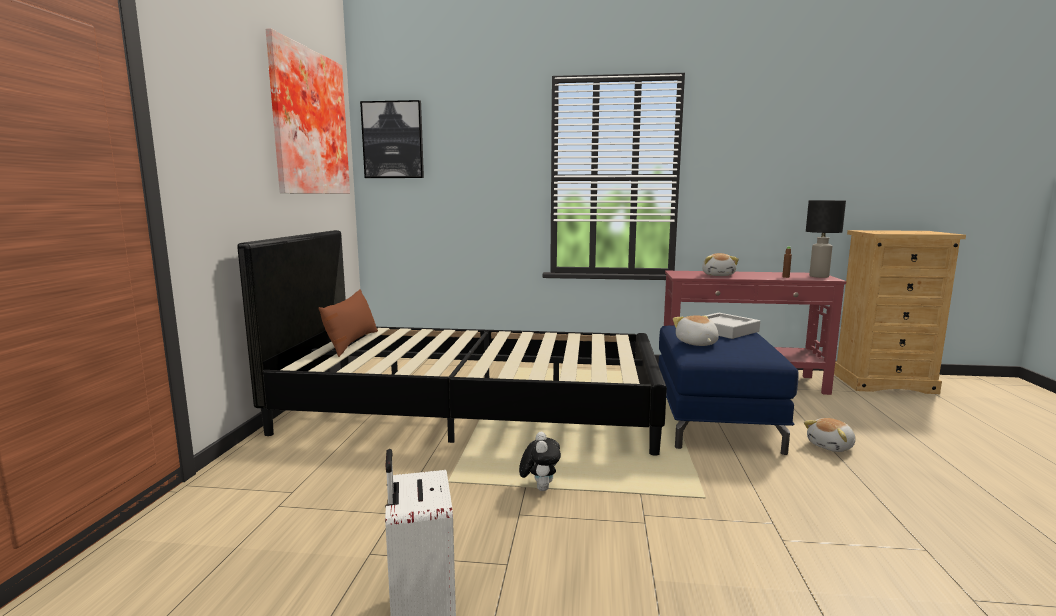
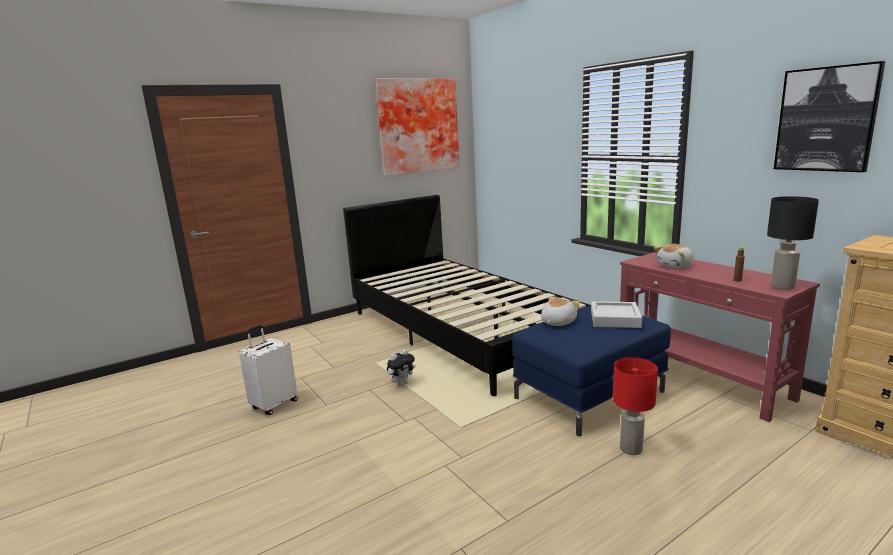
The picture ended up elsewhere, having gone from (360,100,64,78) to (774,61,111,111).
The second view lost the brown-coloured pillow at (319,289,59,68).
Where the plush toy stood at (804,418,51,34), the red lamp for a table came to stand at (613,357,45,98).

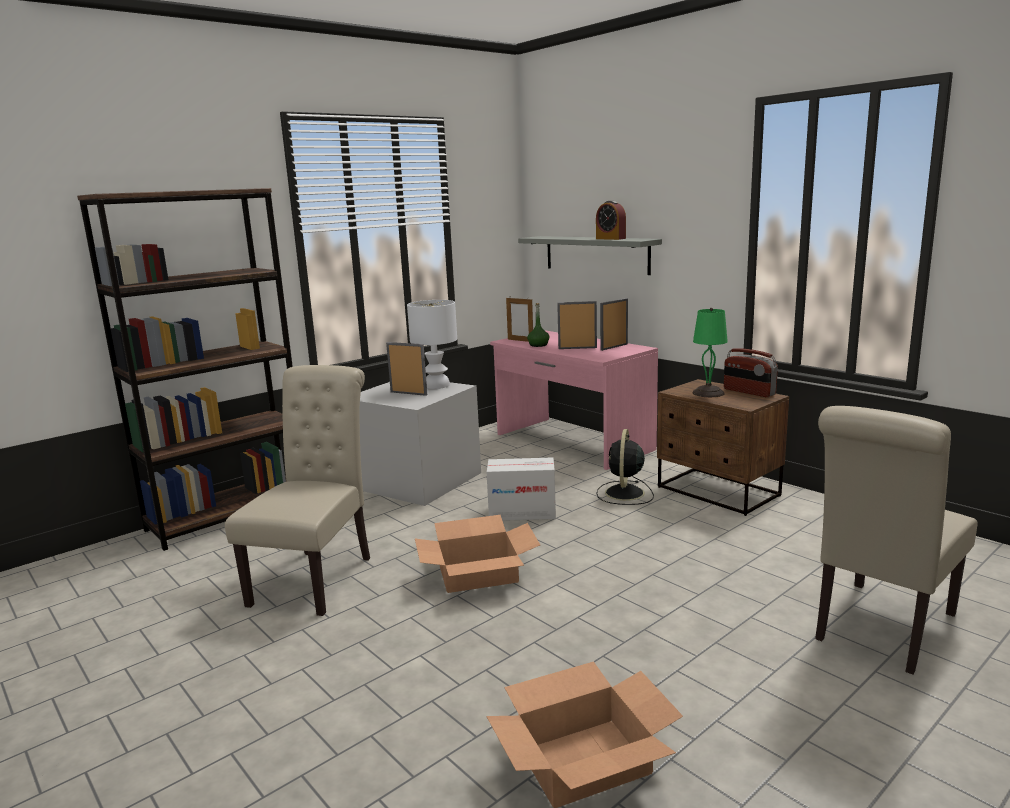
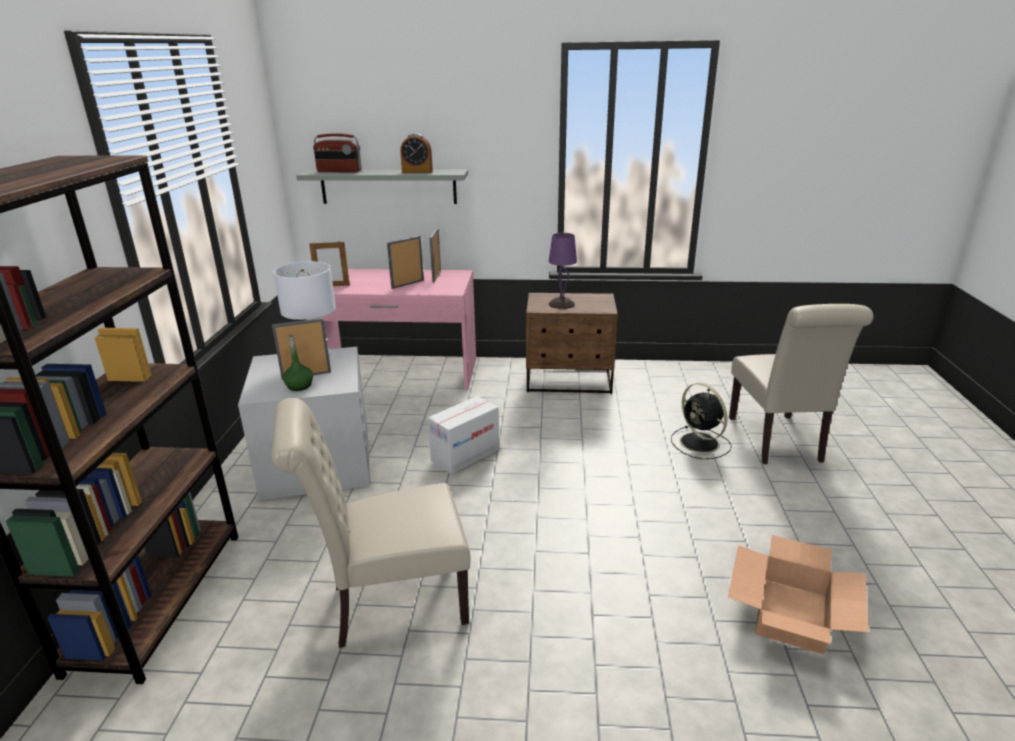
The green-coloured bottle ended up elsewhere, having gone from (527,303,22,44) to (283,334,30,57).
What was the green-coloured lamp for a table at (692,308,36,89) turned into the purple-coloured lamp for a table at (549,233,28,76).
The radio receiver ended up elsewhere, having gone from (724,348,54,49) to (313,133,49,39).
The beige upright chair at (225,365,145,251) ended up facing another way, 75 degrees counterclockwise from before.
The blackish fan ended up elsewhere, having gone from (596,429,58,76) to (671,383,61,76).
The second view lost the carton at (415,515,125,78).

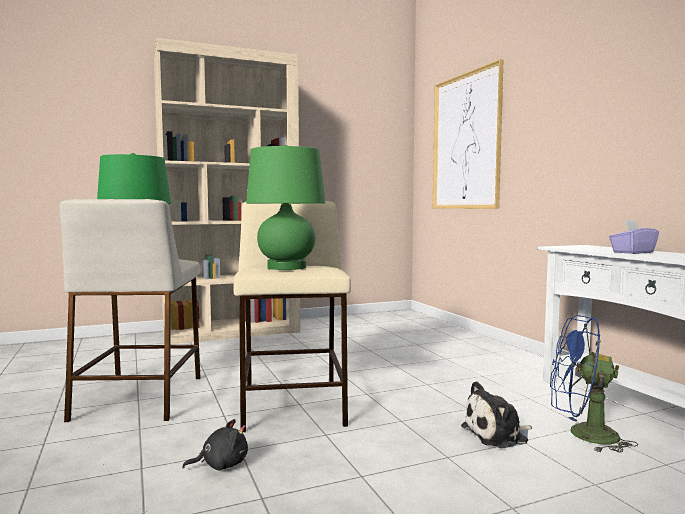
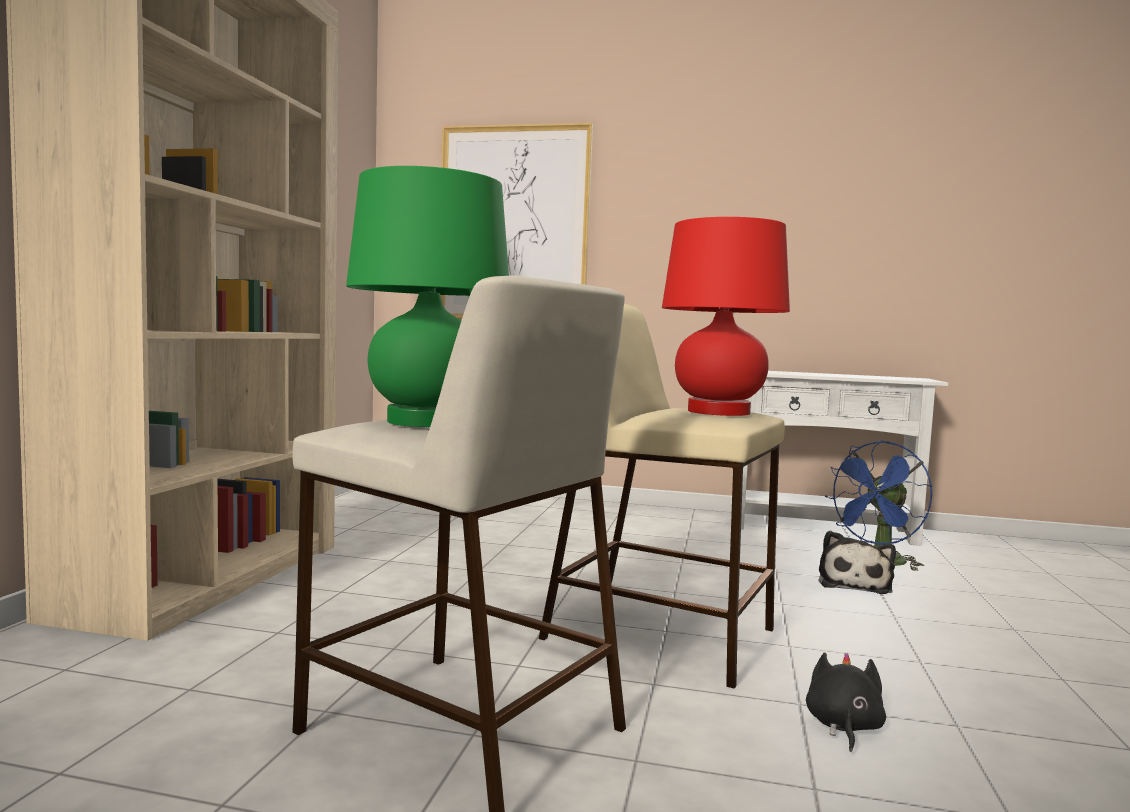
What was the green-coloured lamp for a table at (246,145,80,125) turned into the red lamp for a table at (662,217,128,199).
The second view lost the purple-coloured box of tissues at (609,220,50,34).

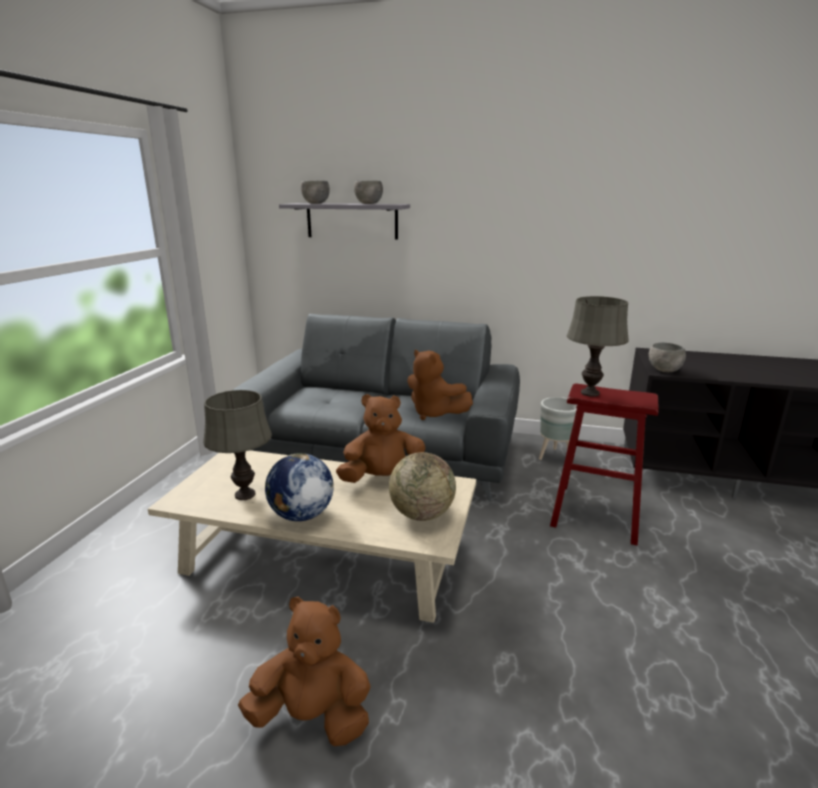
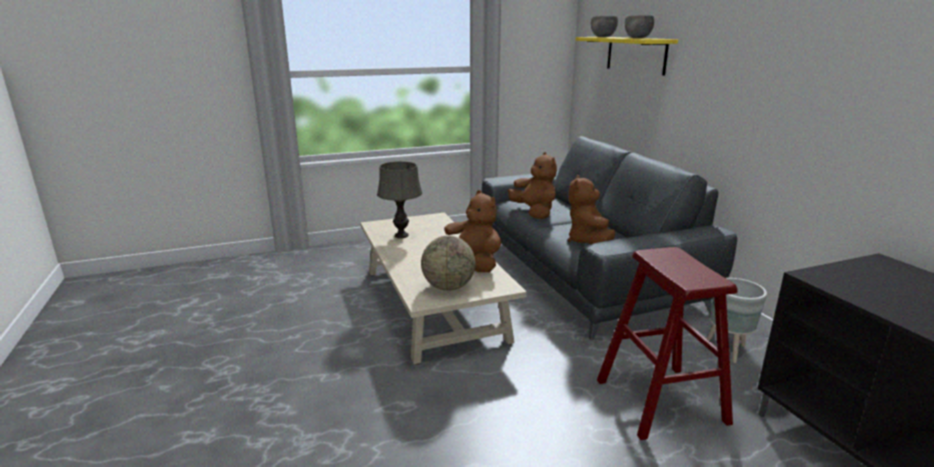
What was the grey shelf at (279,203,131,36) turned into the yellow shelf at (576,37,102,38).
The second view lost the grey lamp for a table at (567,296,62,101).
The second view lost the grey serving bowl at (649,343,37,29).
The second view lost the desk globe at (265,453,69,68).
The brown-coloured plush toy ended up elsewhere, having gone from (238,597,133,149) to (508,152,49,67).

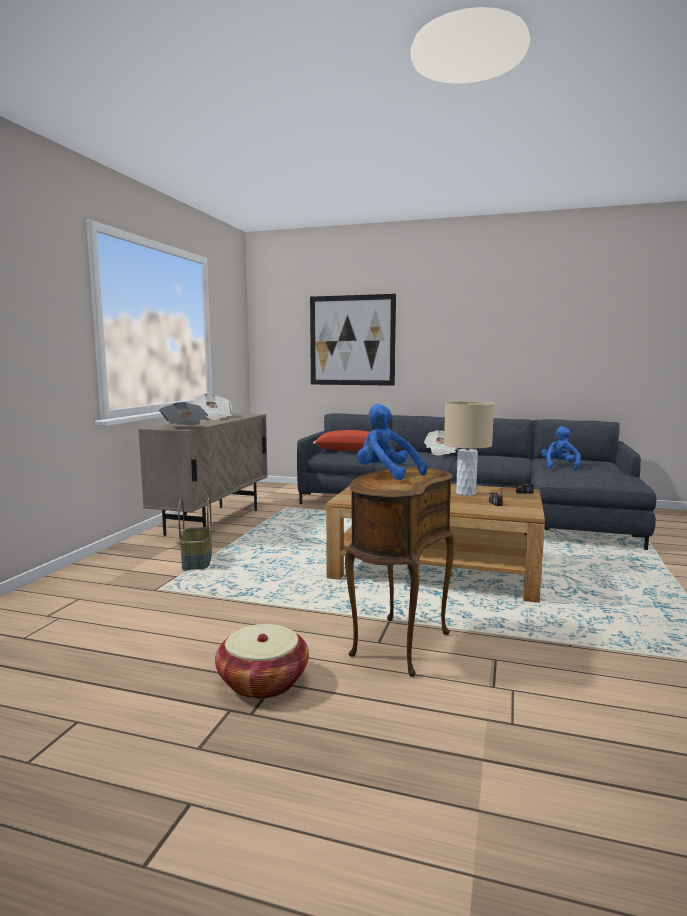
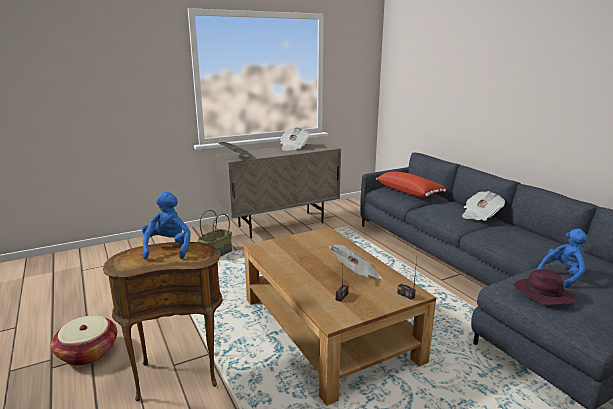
The second view lost the picture at (310,294,86,92).
Where the beige lamp for a table stood at (444,401,50,95), the newspaper came to stand at (329,245,53,34).
The second view gained the purple-coloured wearable hat at (514,269,62,36).

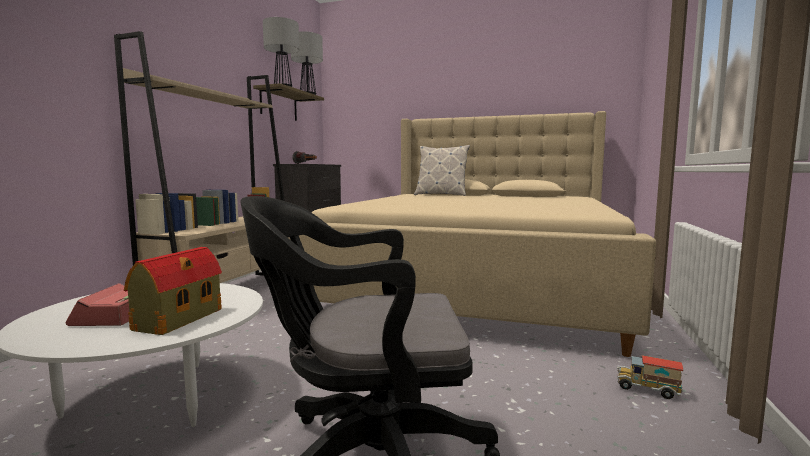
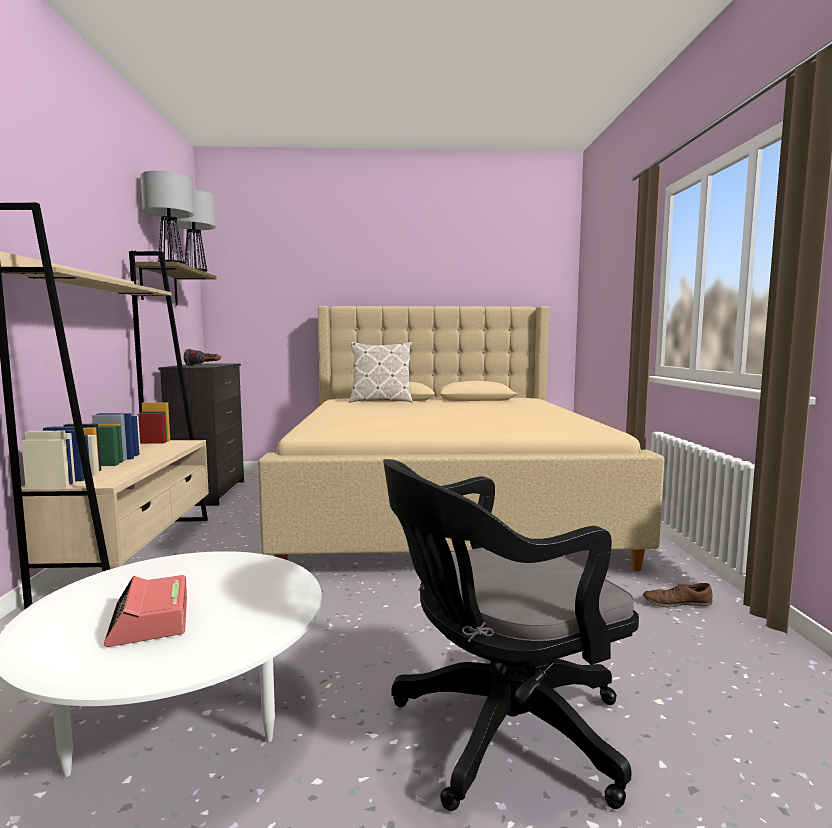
The second view lost the miniature house at (124,247,98,88).
Where the toy lorry stood at (617,355,66,44), the brown-coloured item of footwear came to stand at (643,583,70,24).

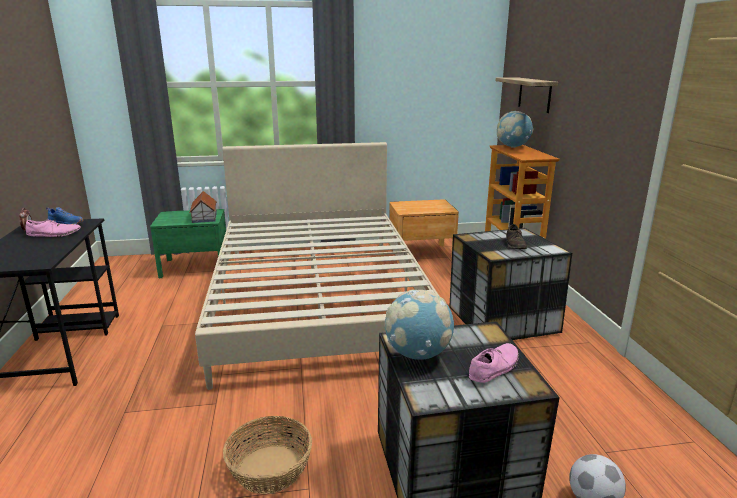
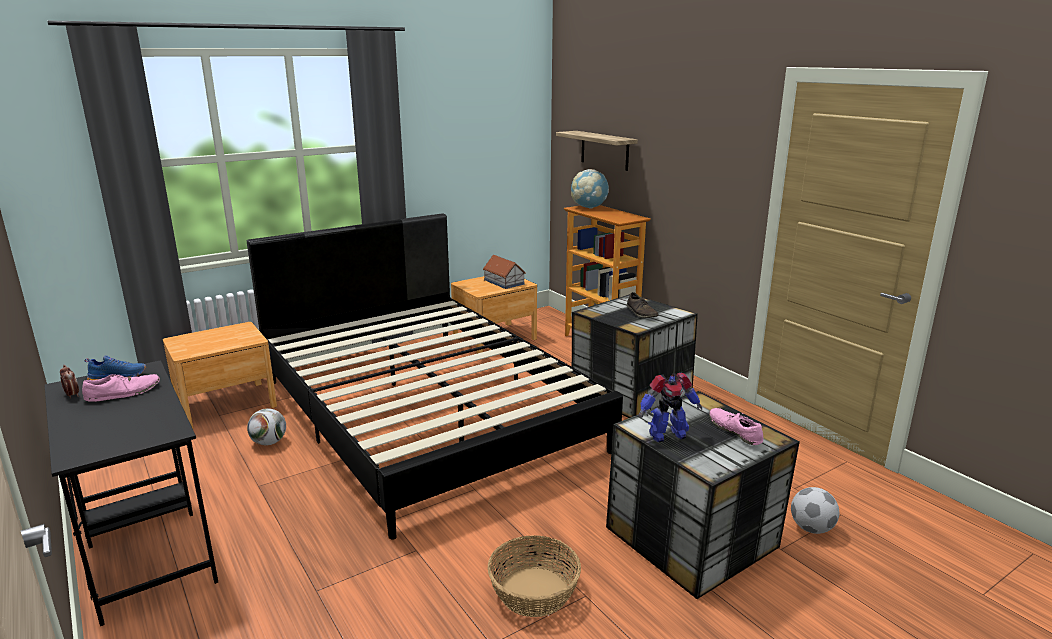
What was the beige bedroom bed at (195,142,244,248) turned into the blackish bedroom bed at (247,213,376,327).
The miniature house ended up elsewhere, having gone from (189,191,28,32) to (483,255,43,34).
What was the green-coloured bedside table at (150,209,76,69) turned into the brown-coloured bedside table at (163,322,114,107).
Where the desk globe stood at (385,290,69,70), the model robot came to stand at (639,373,63,69).
The pink-coloured item of footwear at (469,343,50,40) ended up facing another way, 45 degrees counterclockwise from before.
The second view gained the football ball at (247,408,39,38).

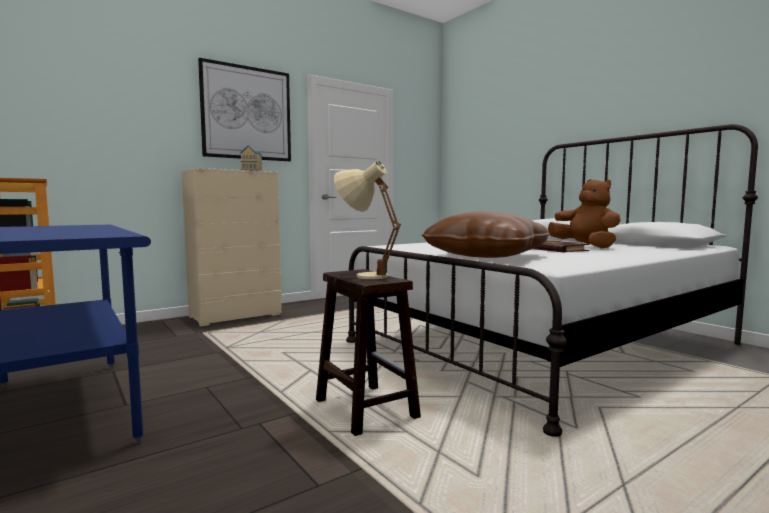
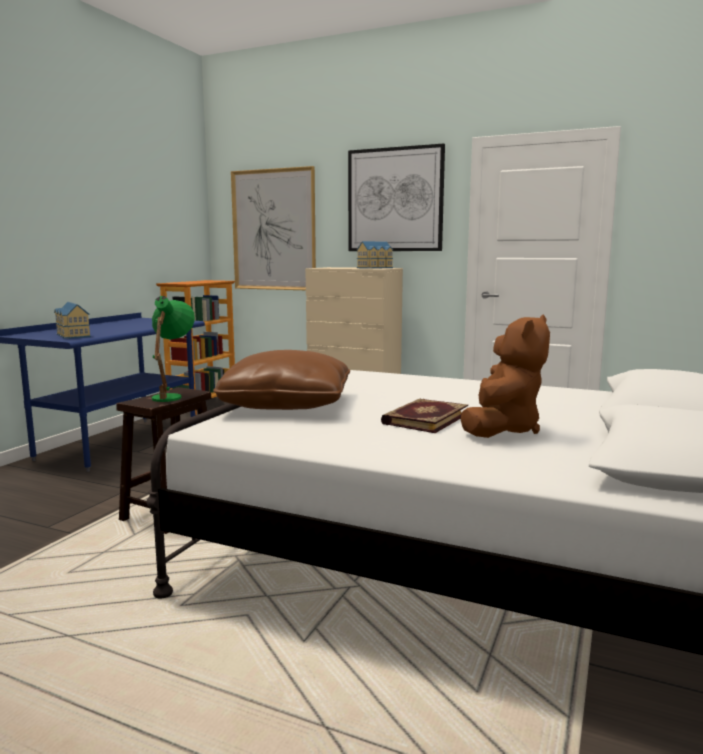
What was the beige lamp for a table at (334,161,67,118) turned into the green-coloured lamp for a table at (152,296,43,106).
The second view gained the picture at (231,166,85,124).
The second view gained the miniature house at (54,302,37,37).

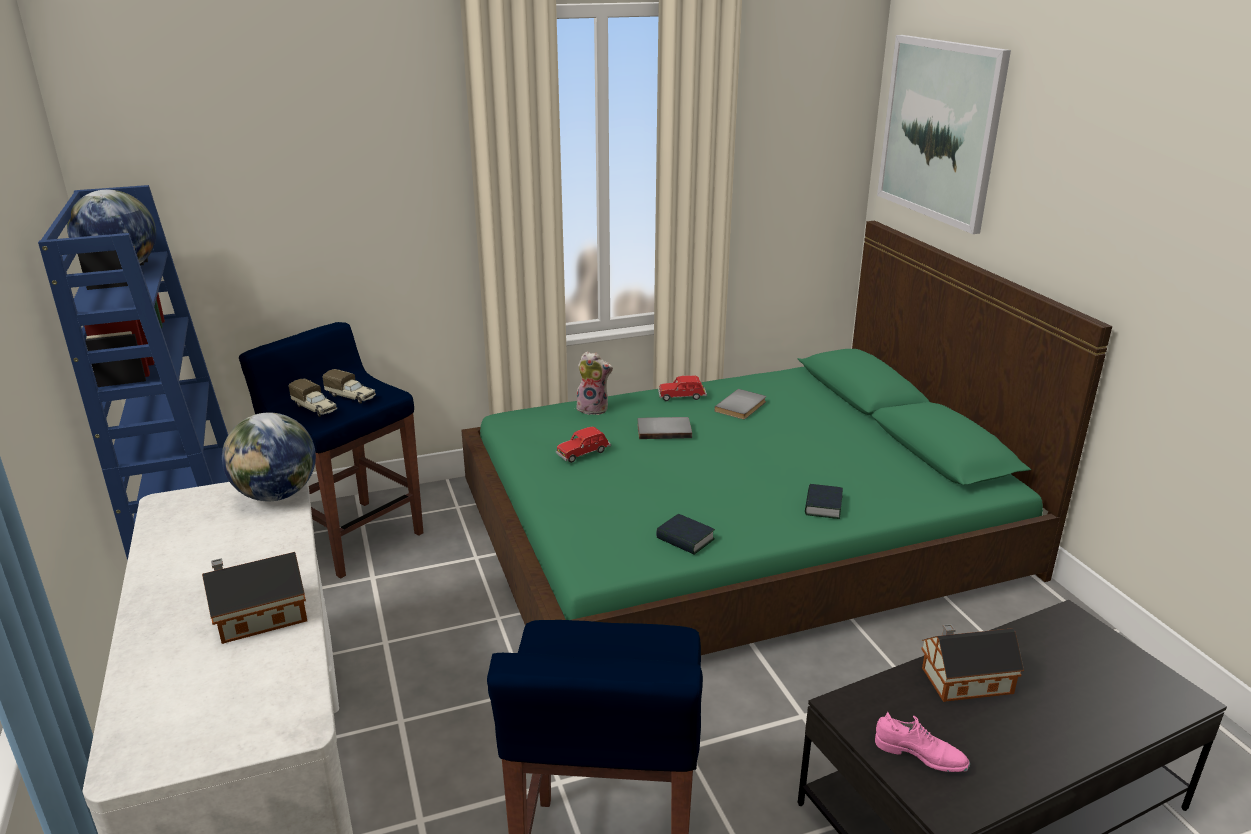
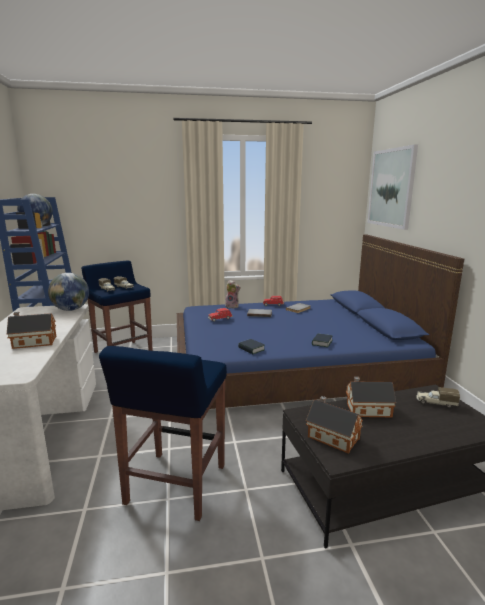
What was the green-coloured bedroom bed at (461,221,651,434) turned into the blue bedroom bed at (177,235,287,174).
Where the pink-coloured item of footwear stood at (875,712,95,60), the miniature house came to stand at (306,396,57,58).
The second view gained the toy lorry at (416,387,44,21).

